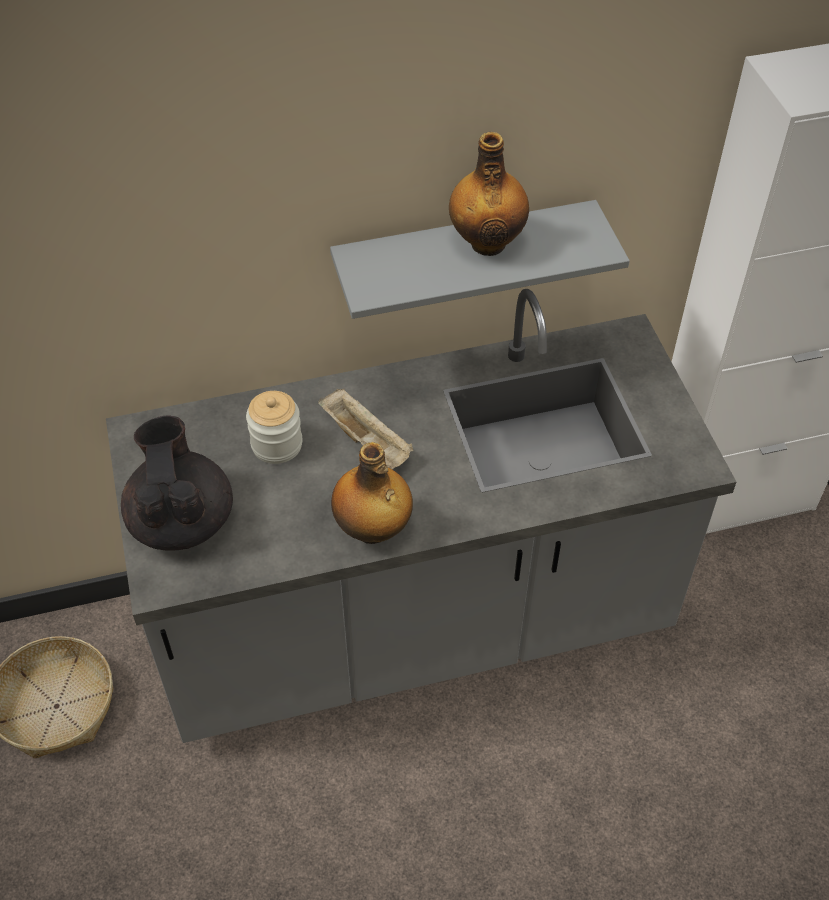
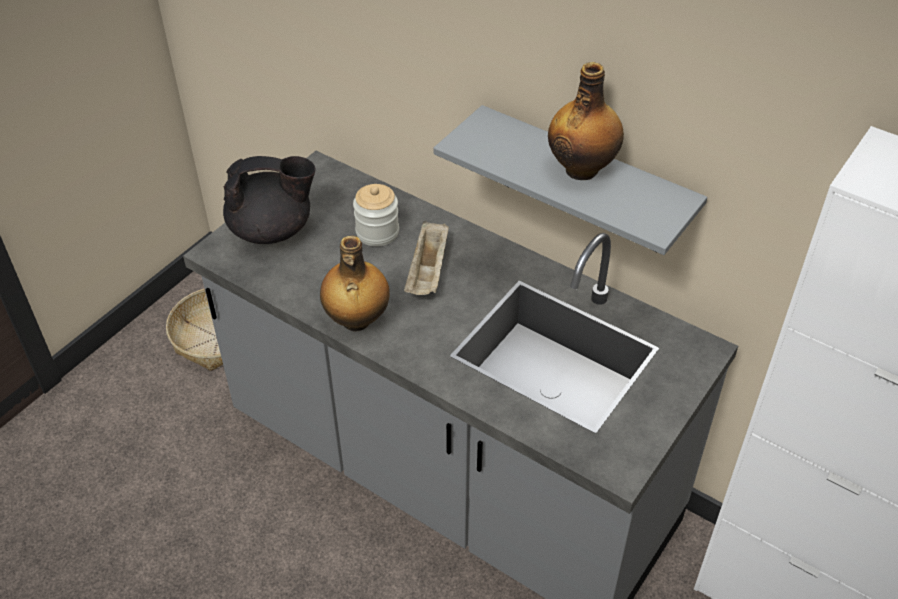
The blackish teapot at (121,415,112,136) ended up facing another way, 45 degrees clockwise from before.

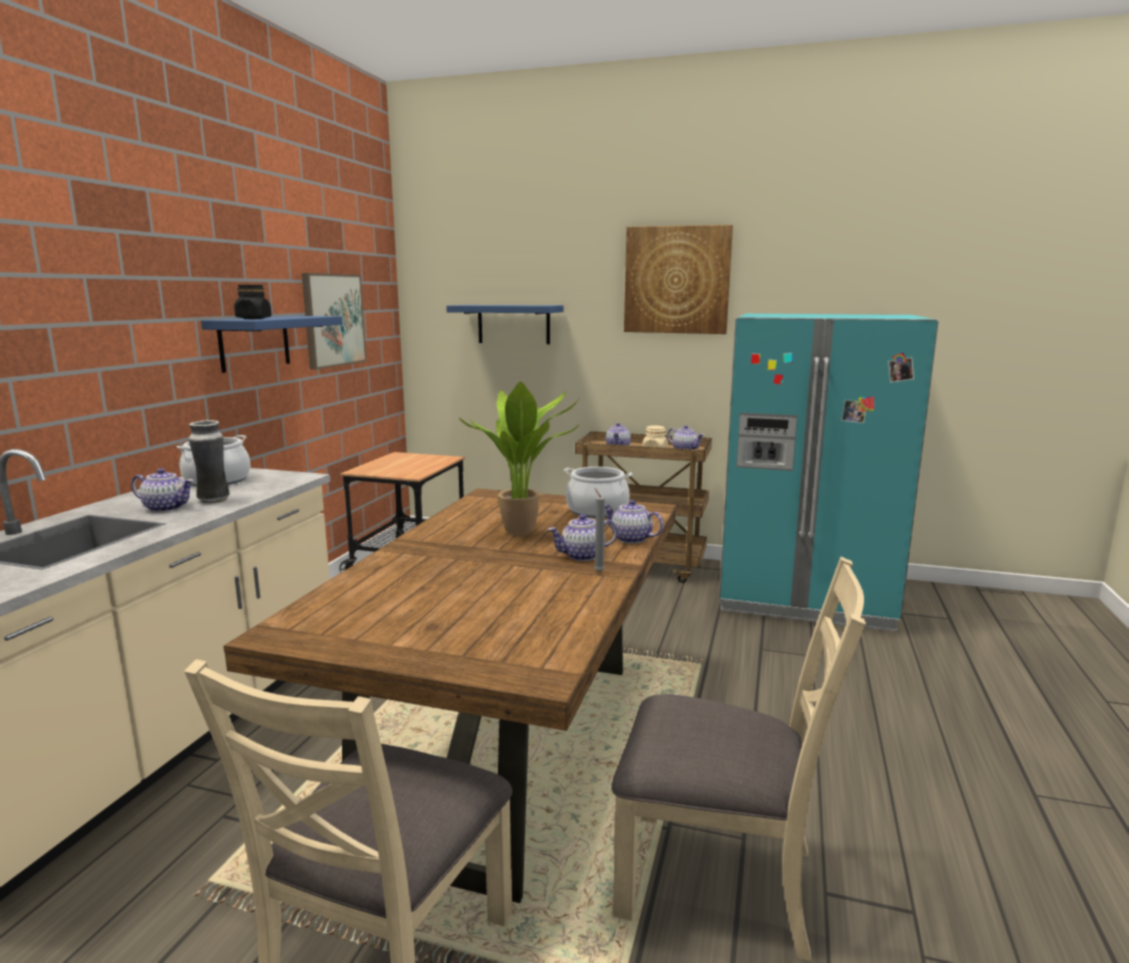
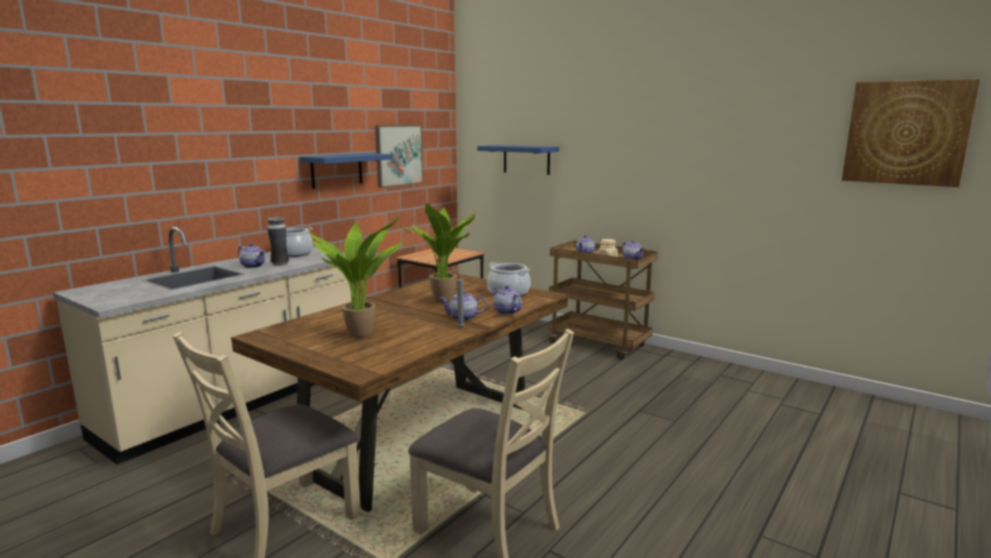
The picture ended up elsewhere, having gone from (624,225,109,109) to (842,79,138,108).
The second view lost the blackish storage jar at (234,285,38,34).
The second view lost the blue-green fridge at (719,314,220,318).
The second view gained the plant in a pot at (309,216,94,122).

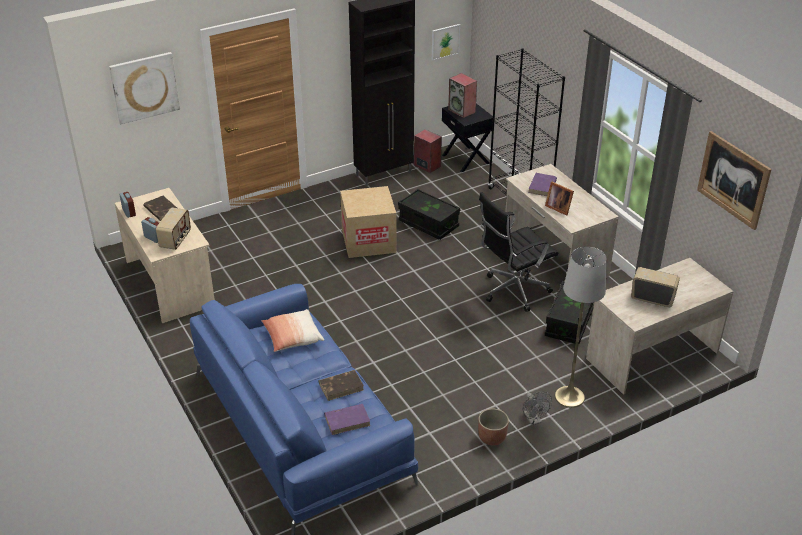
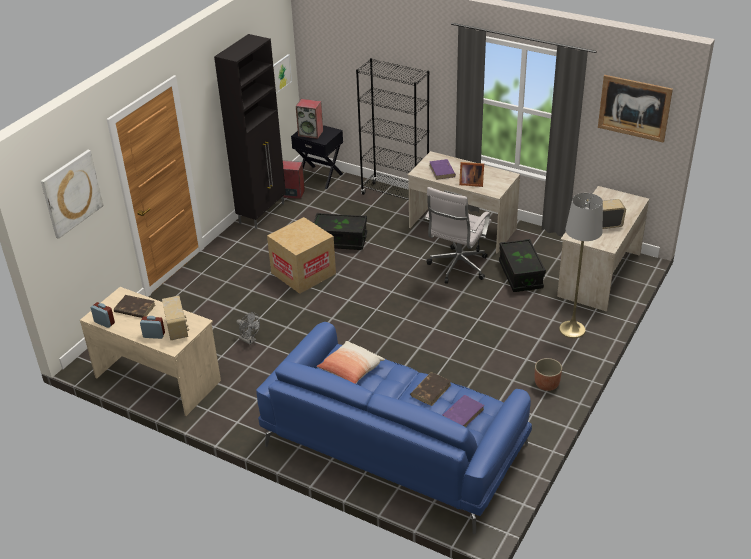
What was the blackish desk chair at (479,192,79,120) turned into the white-coloured desk chair at (424,187,67,97).
The grey fan ended up elsewhere, having gone from (523,391,29,35) to (236,312,24,33).

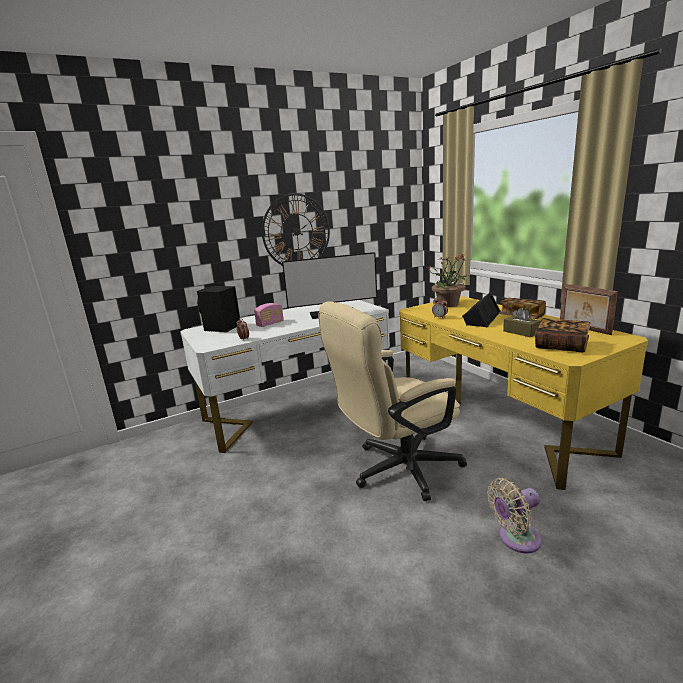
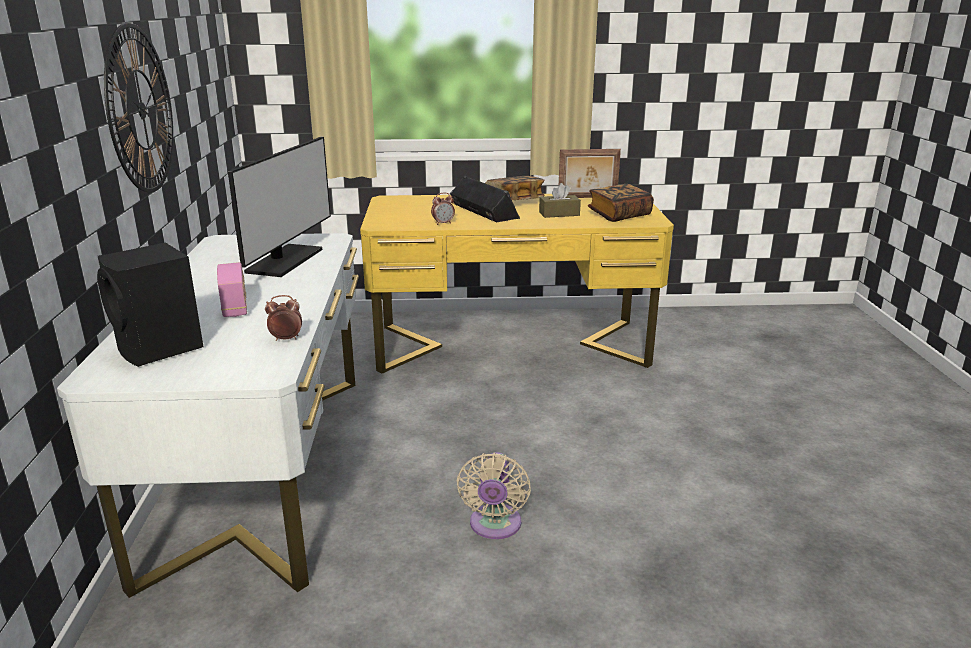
The second view lost the plant in a pot at (427,253,44,54).
The second view lost the beige desk chair at (318,301,149,200).
The beige fan ended up elsewhere, having gone from (487,478,55,75) to (456,452,75,87).

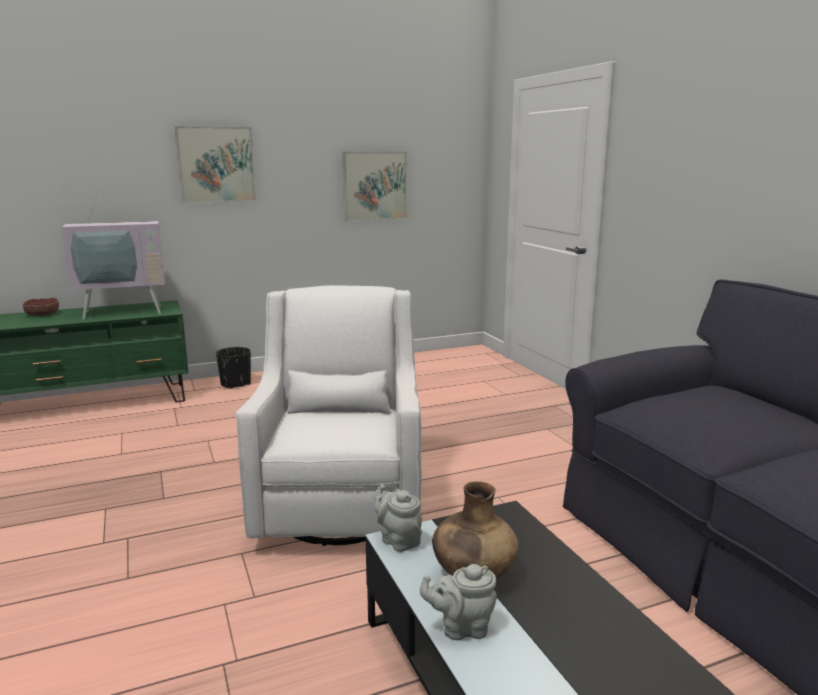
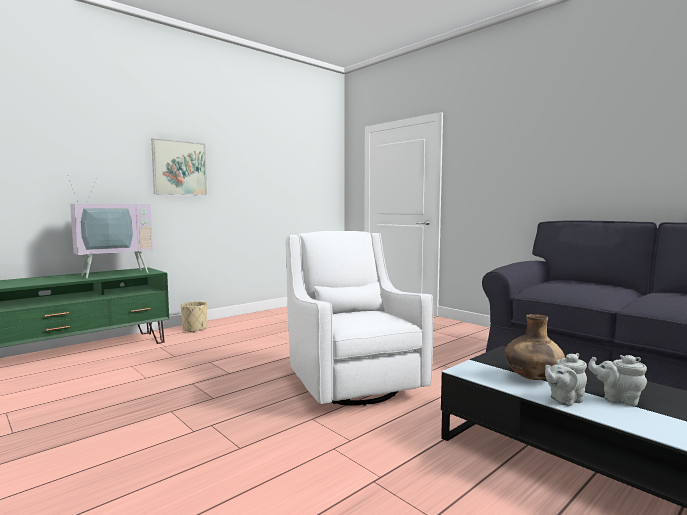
The second view lost the picture at (342,152,65,69).
The second view lost the serving bowl at (23,297,36,19).
What was the blackish flower pot at (216,347,35,42) turned into the beige flower pot at (181,301,26,32).
The grey teapot ended up elsewhere, having gone from (374,484,48,68) to (588,355,59,51).

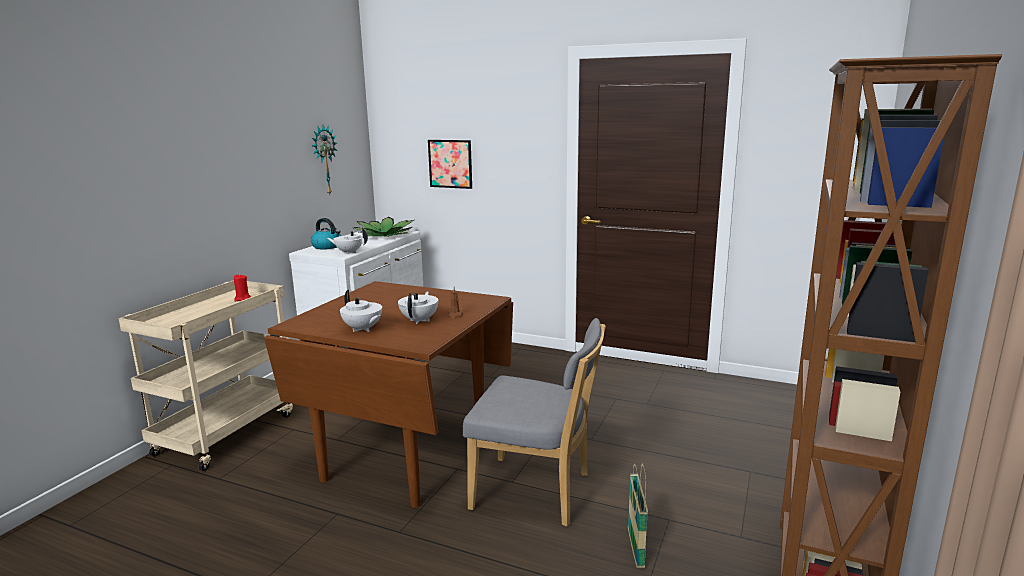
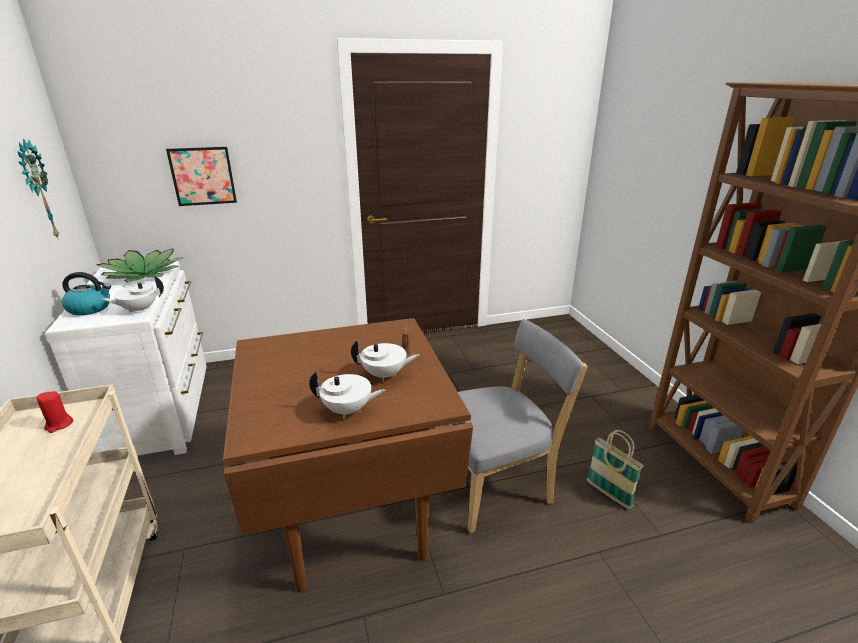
The white-coloured teapot at (398,292,40,32) ended up facing another way, 120 degrees clockwise from before.

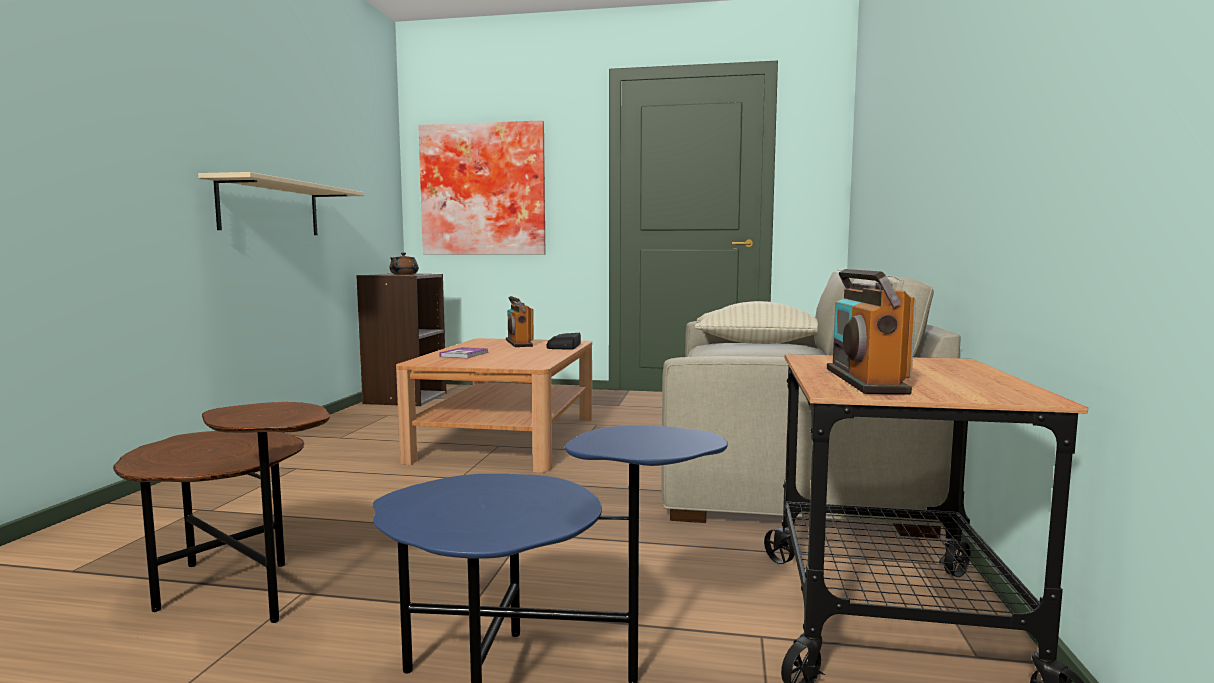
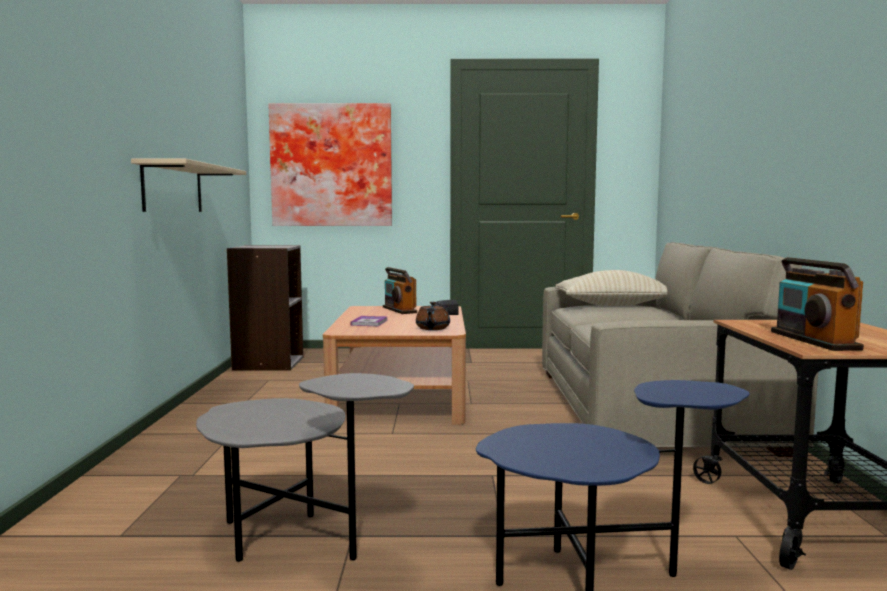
The brown-coloured teapot ended up elsewhere, having gone from (389,253,30,22) to (416,302,34,28).
What was the brown-coloured accent table at (113,402,217,221) turned into the grey accent table at (196,373,218,189).

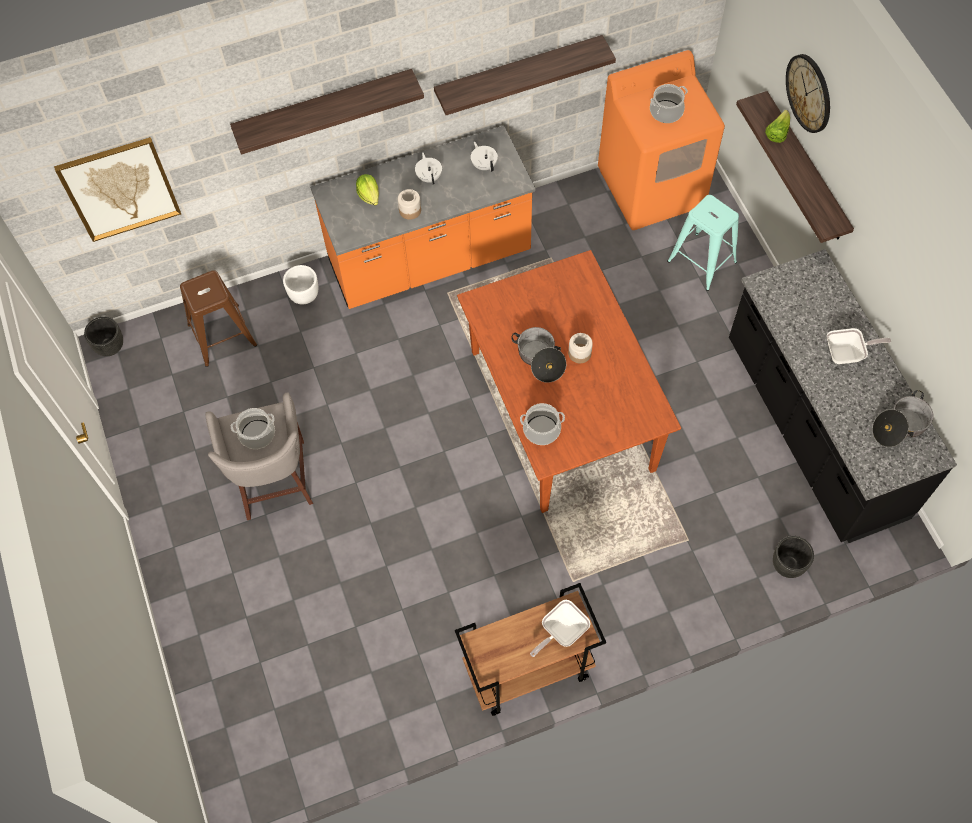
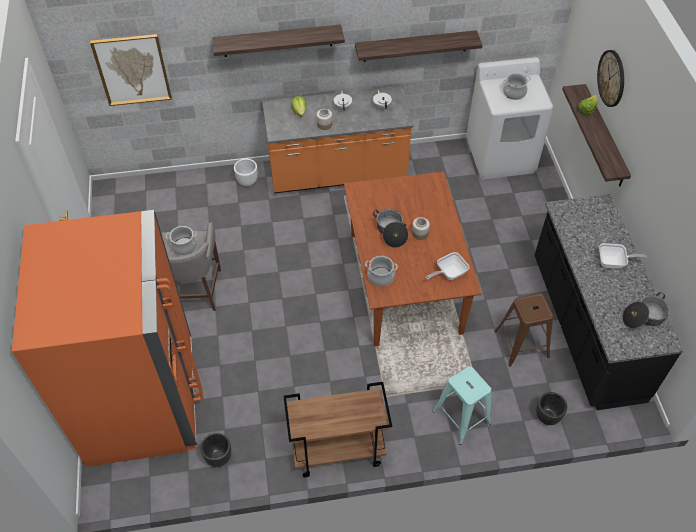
What was the orange washing machine at (598,50,127,180) turned into the white-coloured washing machine at (466,57,88,122).
The blue-green sitting stool ended up elsewhere, having gone from (667,195,72,96) to (432,366,59,79).
The brown-coloured sitting stool ended up elsewhere, having gone from (180,270,77,97) to (494,293,59,74).
The blackish flower pot ended up elsewhere, having gone from (84,317,39,39) to (200,433,31,34).
The skillet ended up elsewhere, having gone from (530,600,60,57) to (426,252,43,28).
The second view gained the orange fridge at (12,210,191,257).

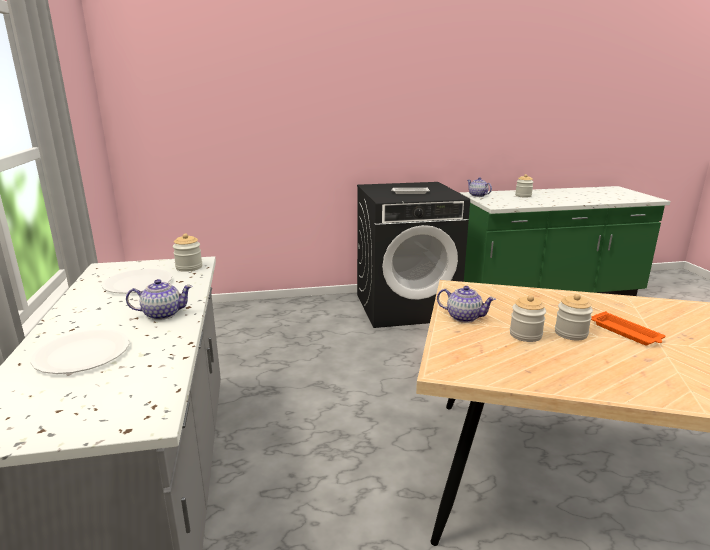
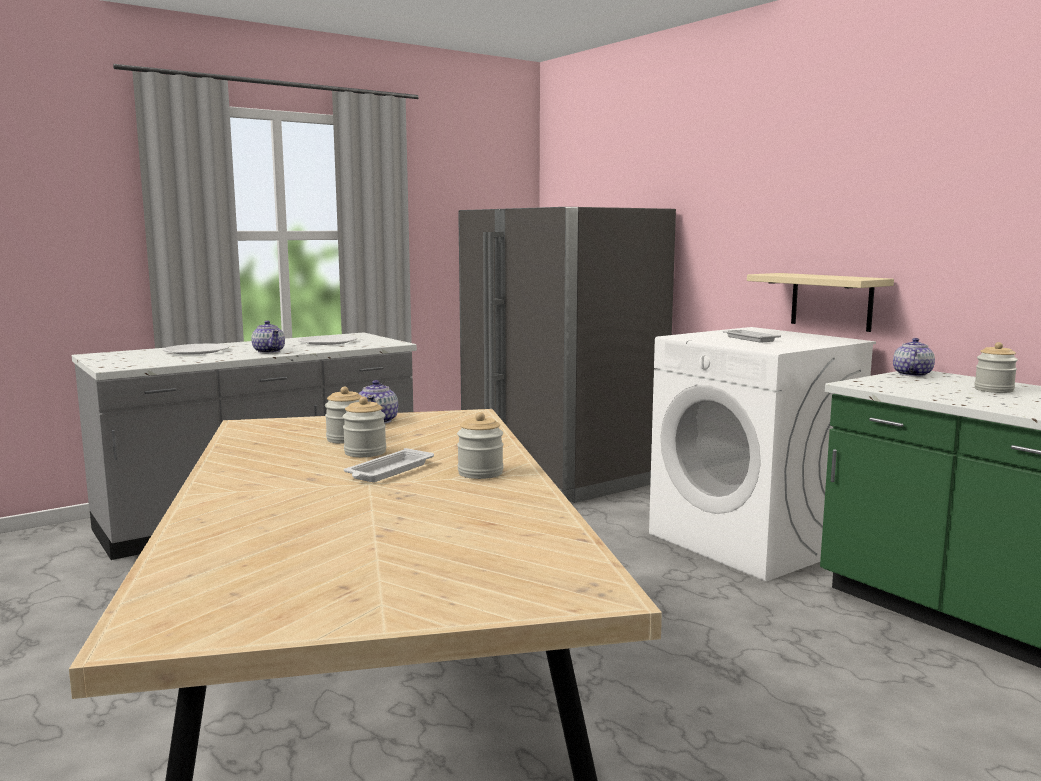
What was the blackish washing machine at (357,182,113,146) turned into the white-coloured washing machine at (649,327,227,254).
The storage jar ended up elsewhere, having gone from (173,233,29,39) to (457,412,46,67).
What was the orange serving tray at (591,311,74,34) turned into the white-coloured serving tray at (344,448,90,34).
The second view gained the grey fridge at (458,207,218,296).
The second view gained the beige shelf at (747,273,147,59).

